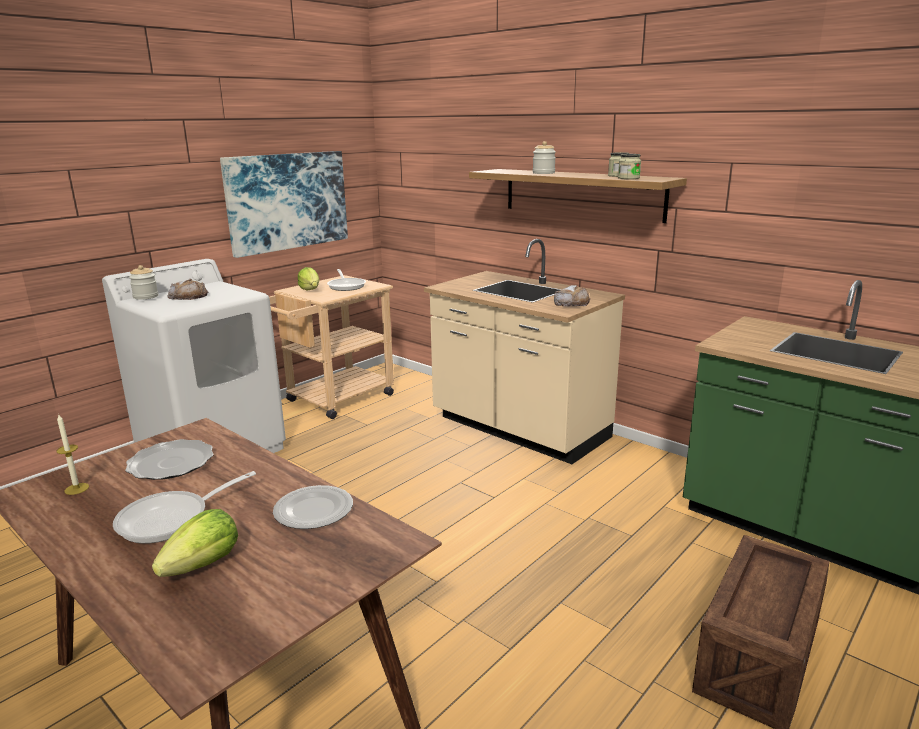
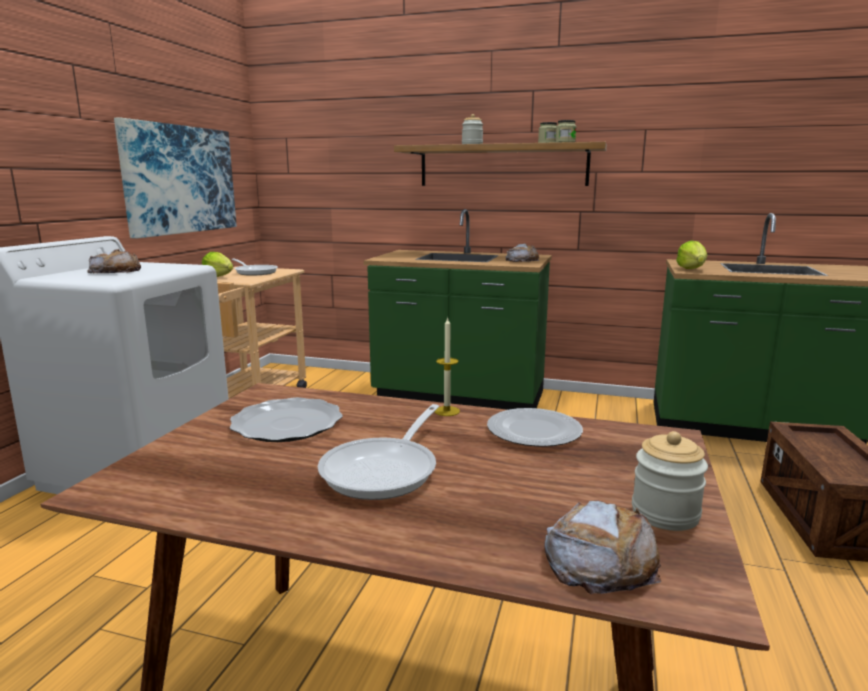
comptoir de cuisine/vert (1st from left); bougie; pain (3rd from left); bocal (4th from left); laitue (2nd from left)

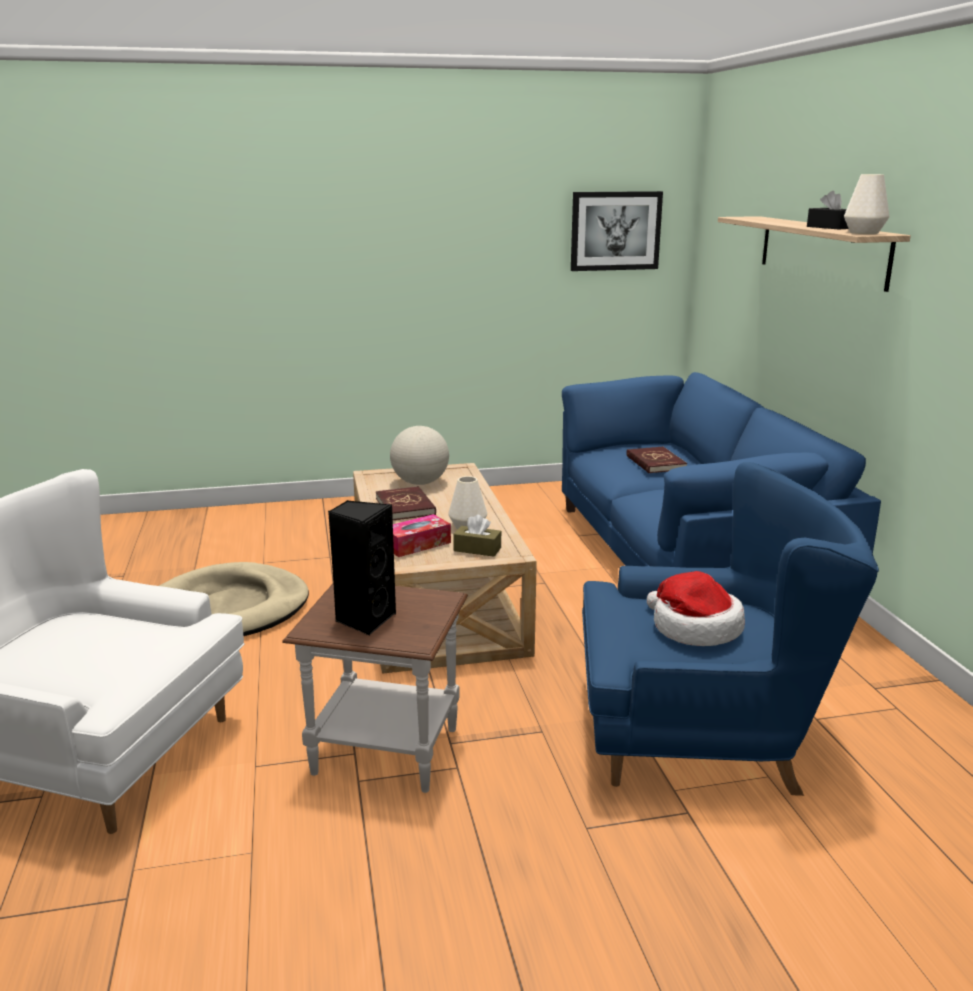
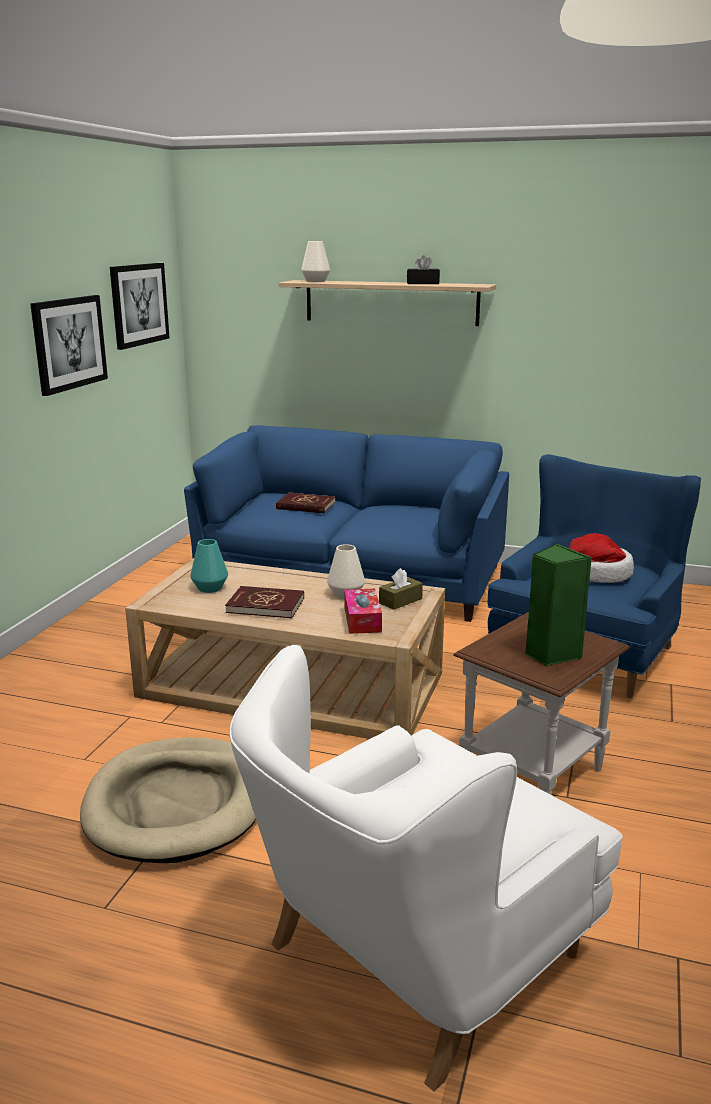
tableau (1st from left); vase/turquoise; vase/blanc (1st from left); enceinte/vert

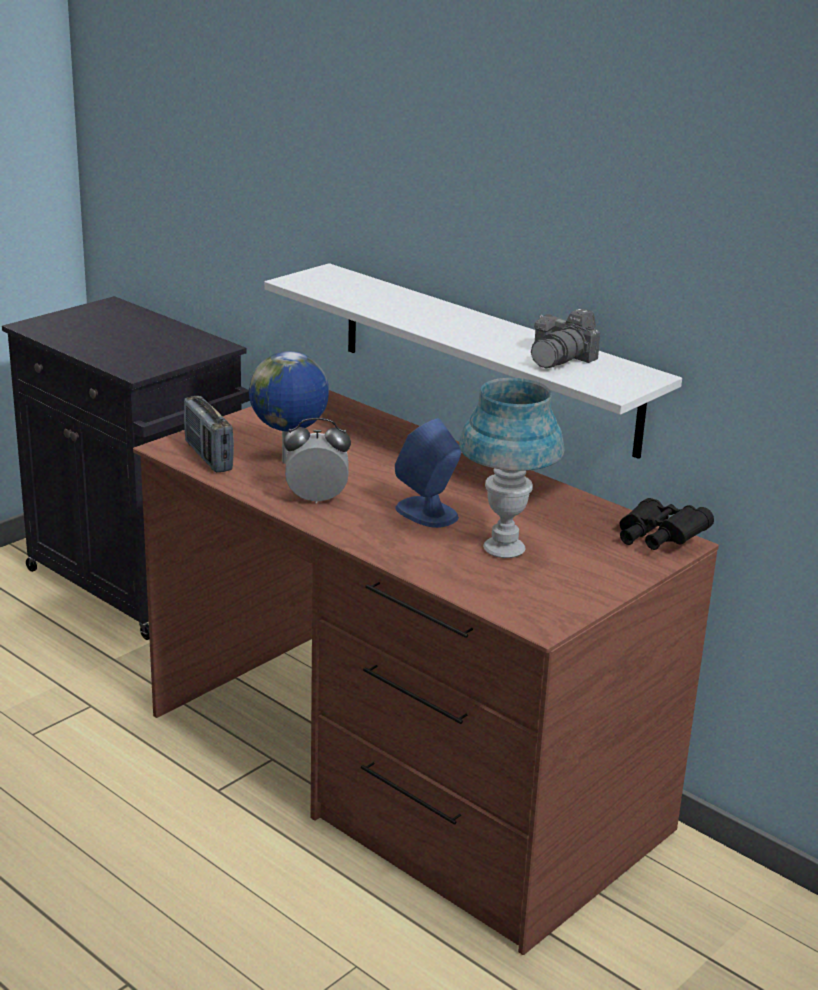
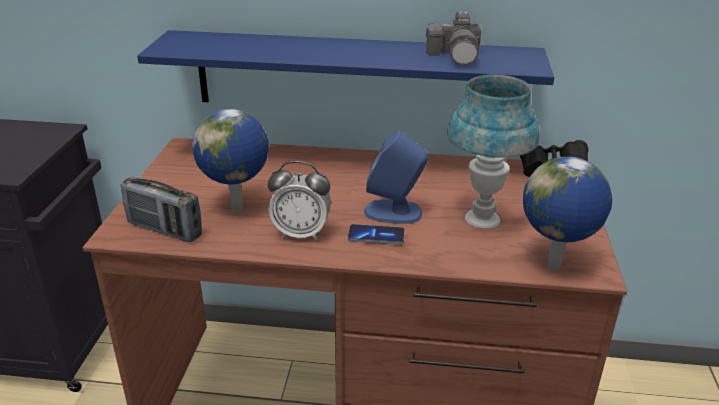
étagère/bleu; réveil; téléphone; globe (2nd from left)

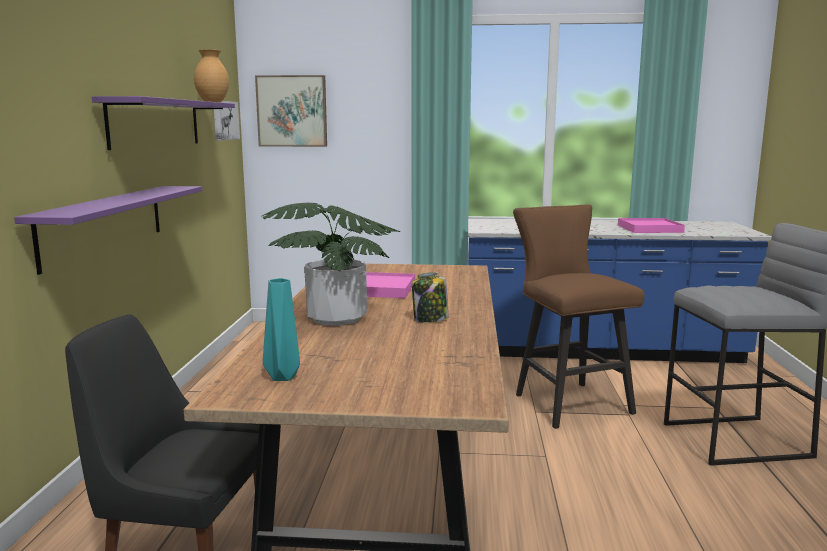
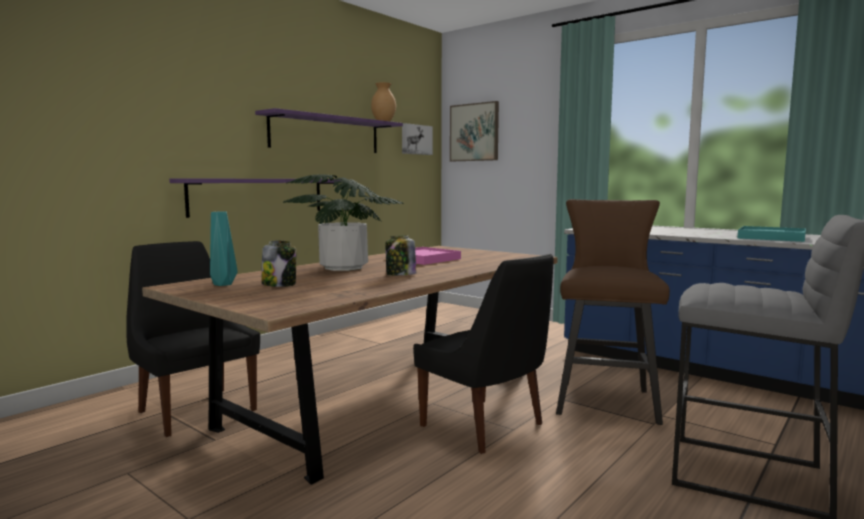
bocal (1st from left); chaise/noir (2nd from left); plateau/turquoise

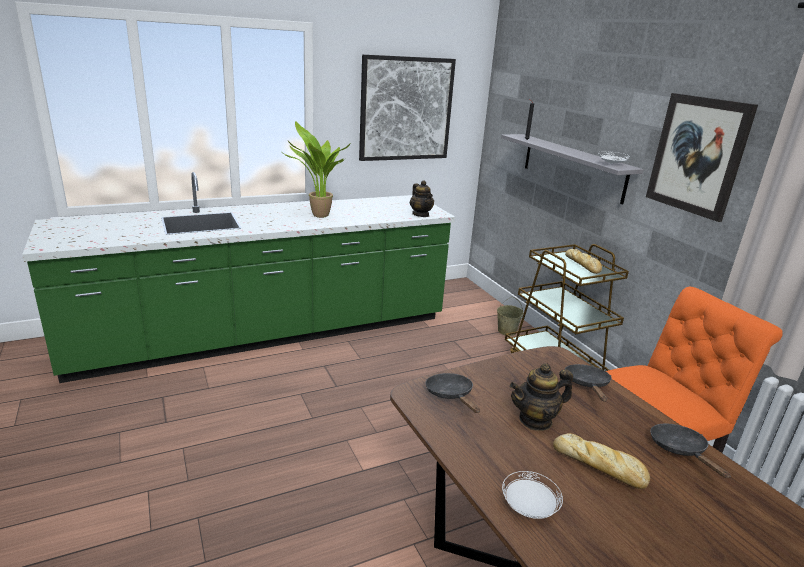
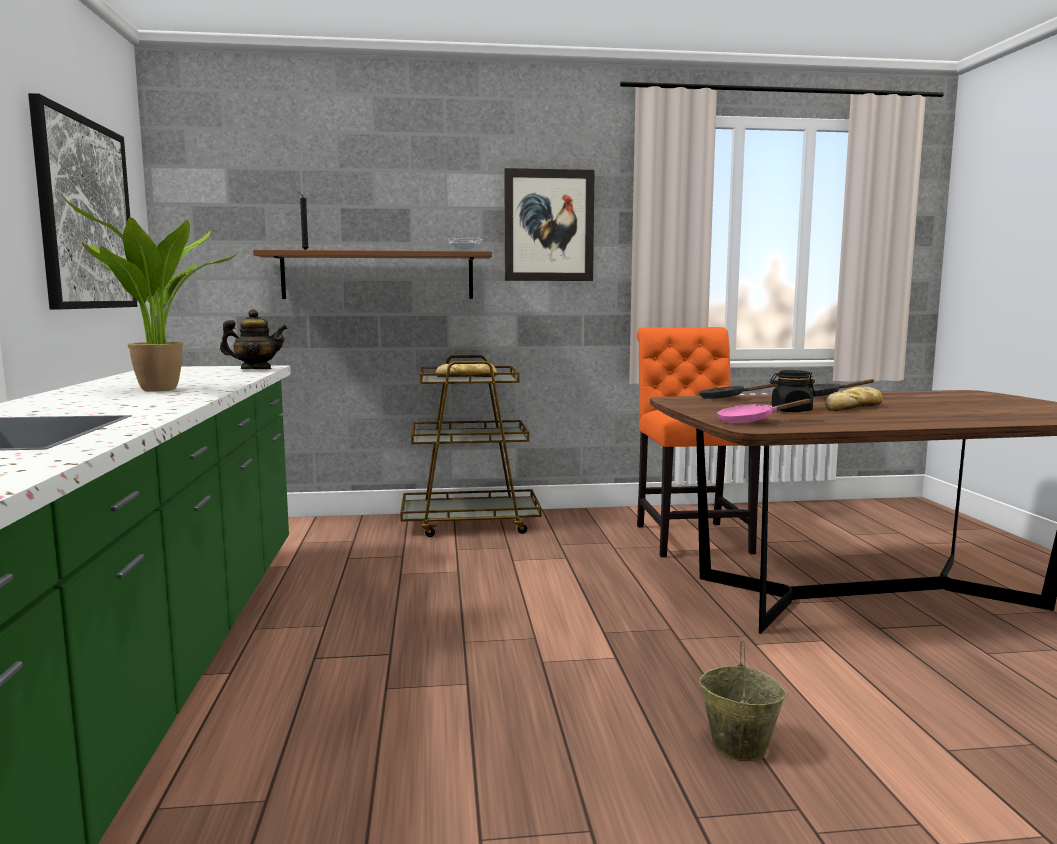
étagère/marron; seau/beige; poêle/rose; bocal/noir; assiette/blanc (1st from left in the first image)

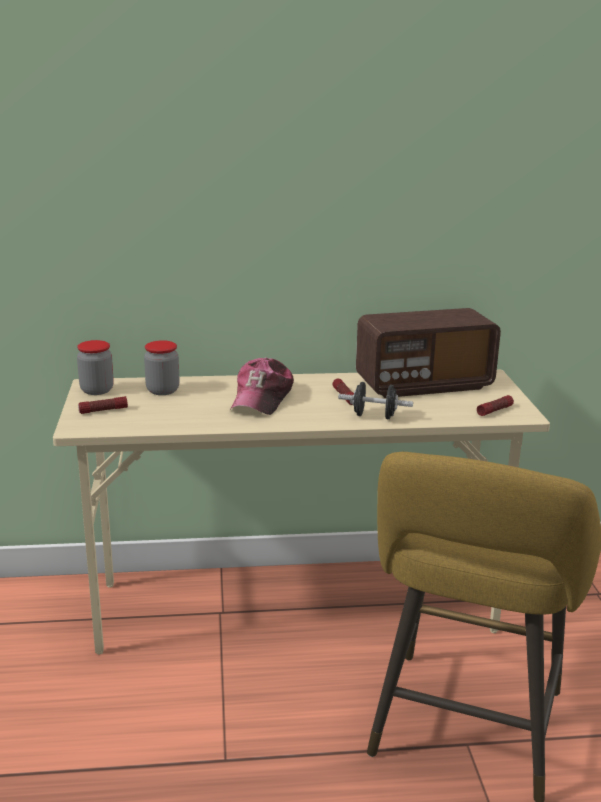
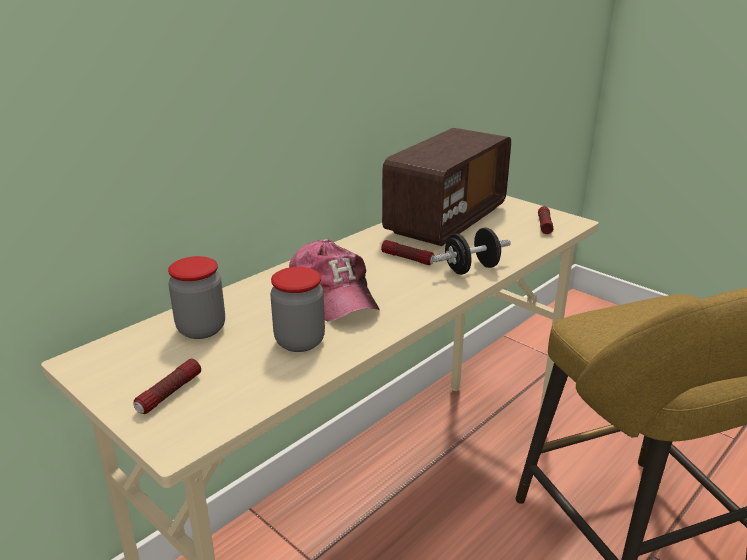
bocal (2nd from left)

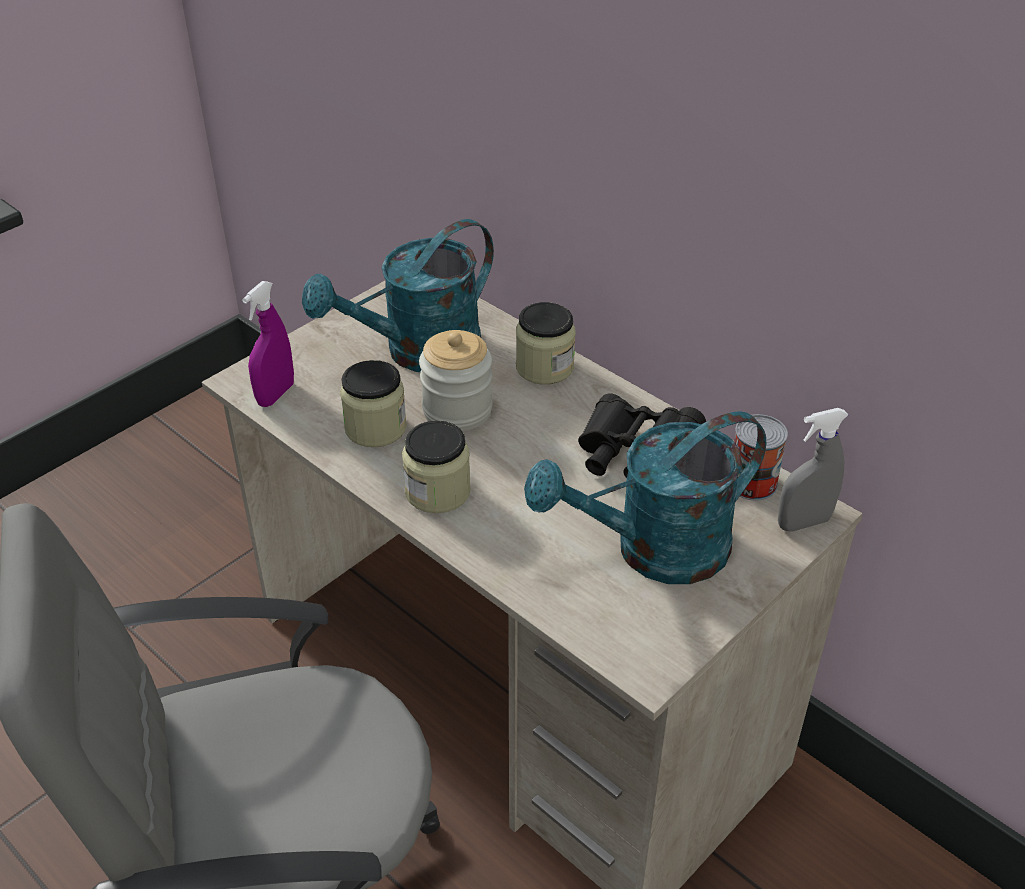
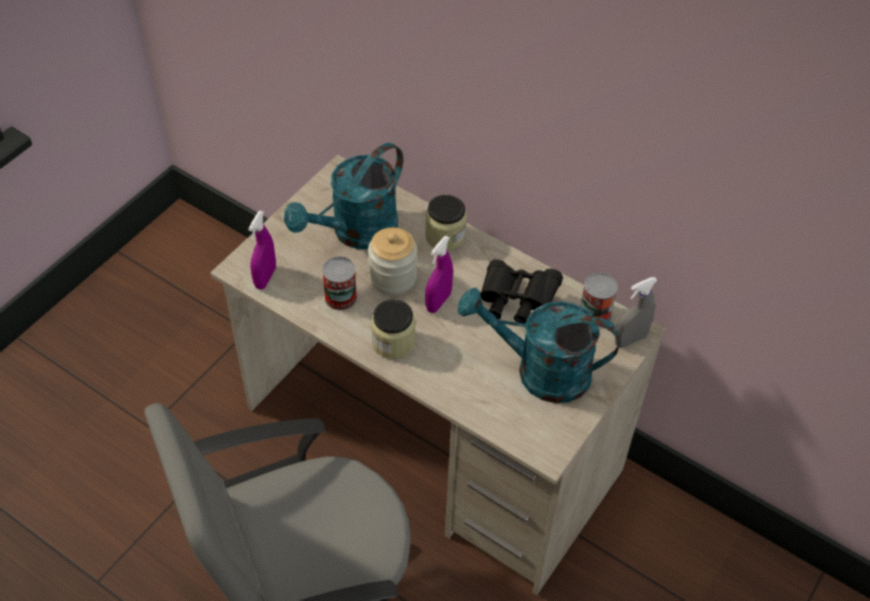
boîte métallique (1st from left); vaporisateur/violet (2nd from left); arrosoir/turquoise (2nd from left)

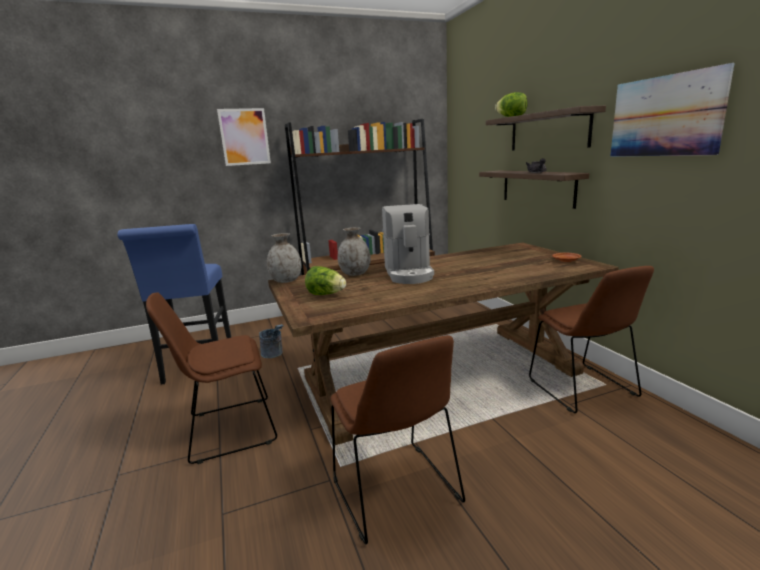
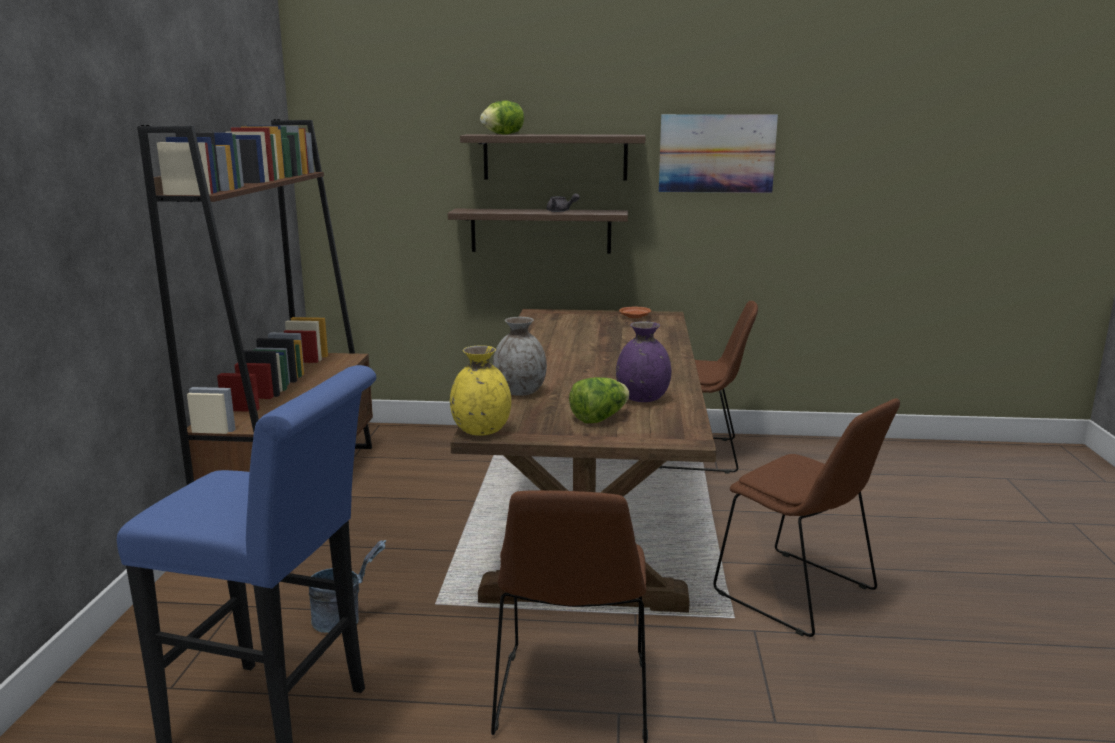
vase/jaune; vase/violet; chaise/marron (3rd from left); tableau (1st from left in the first image); machine à café

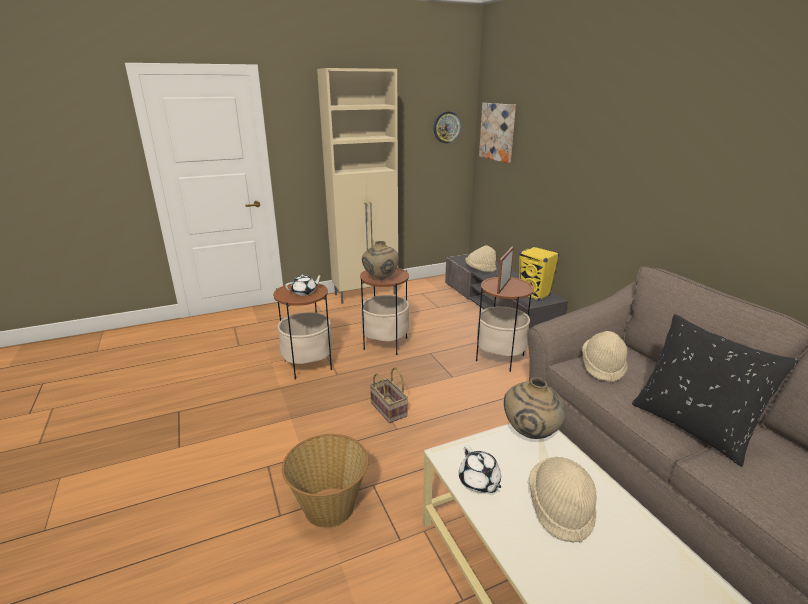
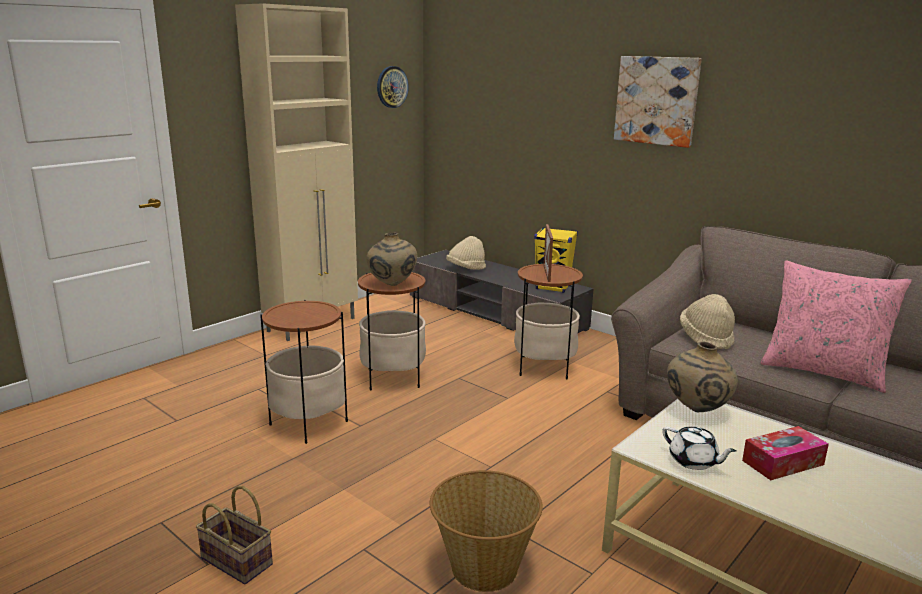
panier (1st from left); tableau; boîte à mouchoirs; coussin/rose; théière/blanc (1st from left in the first image)

